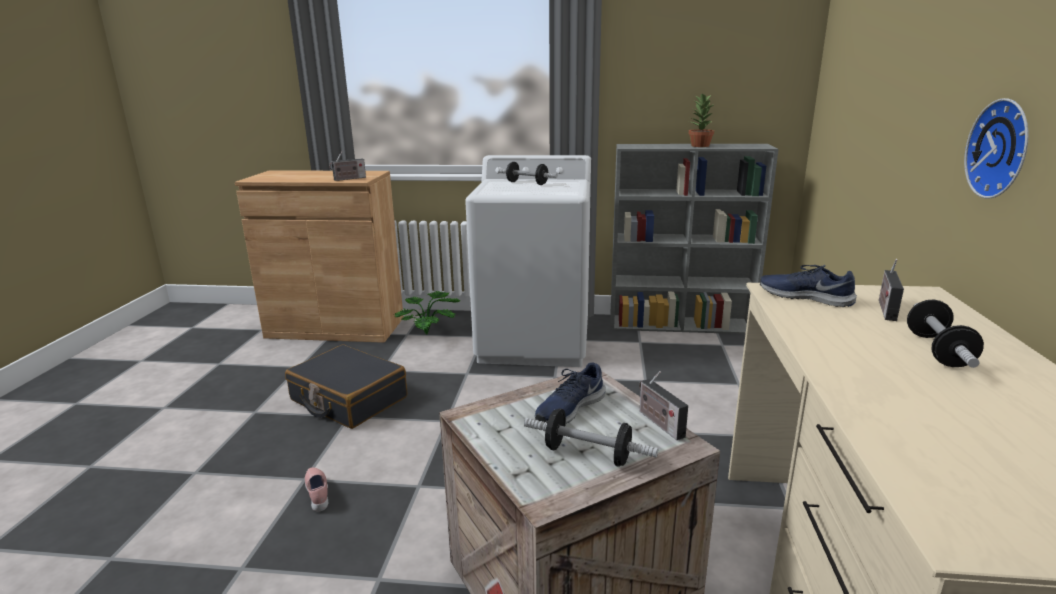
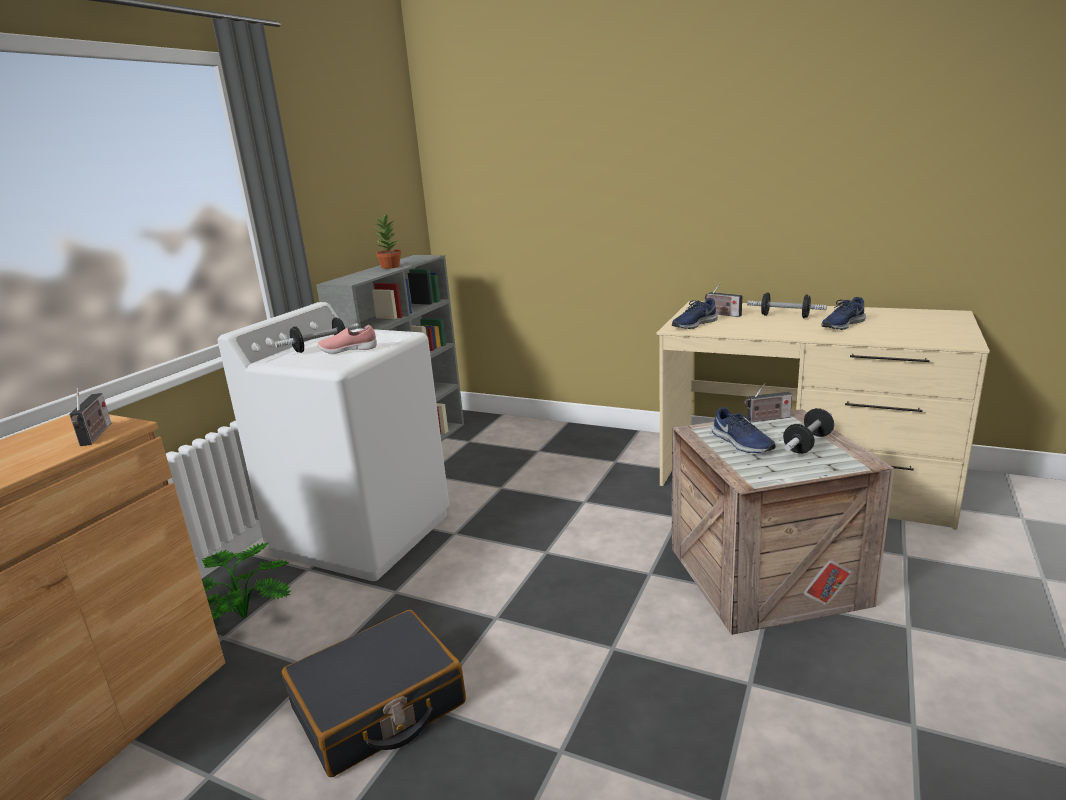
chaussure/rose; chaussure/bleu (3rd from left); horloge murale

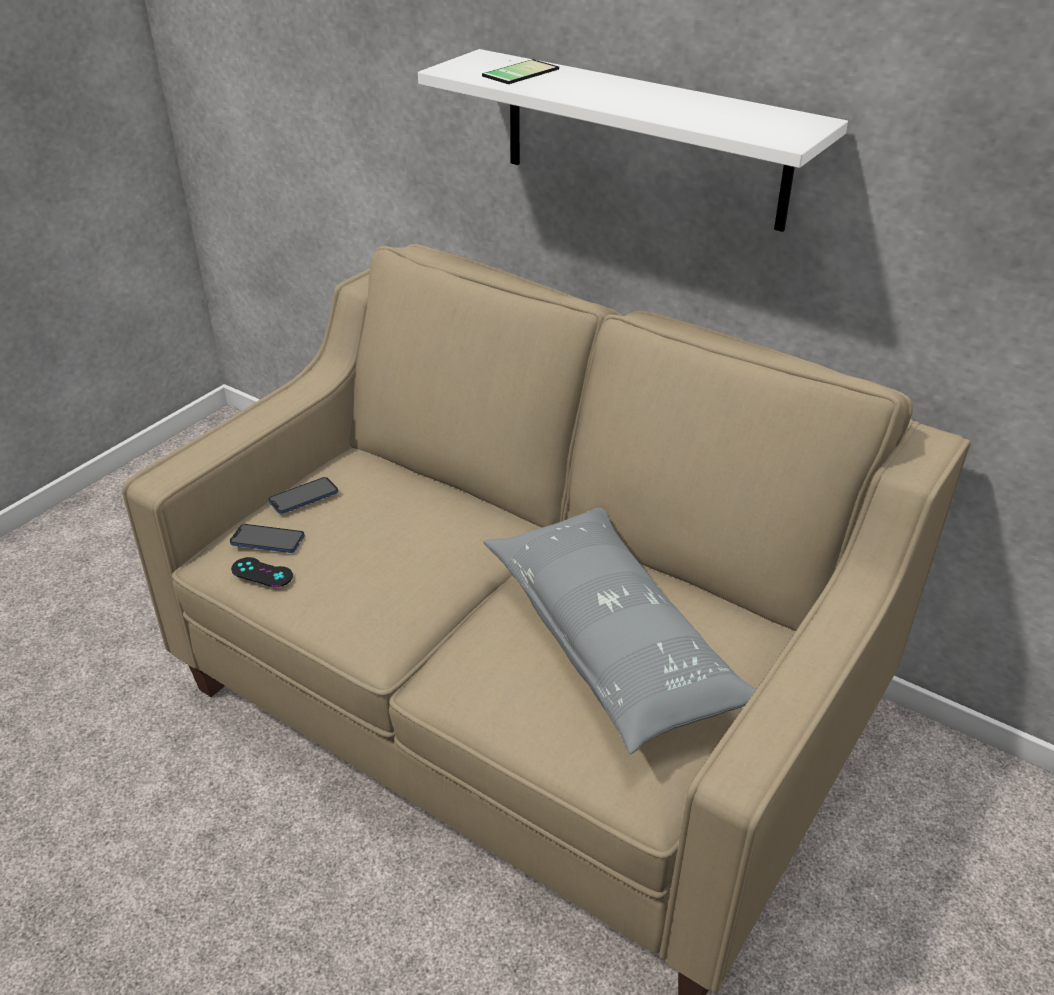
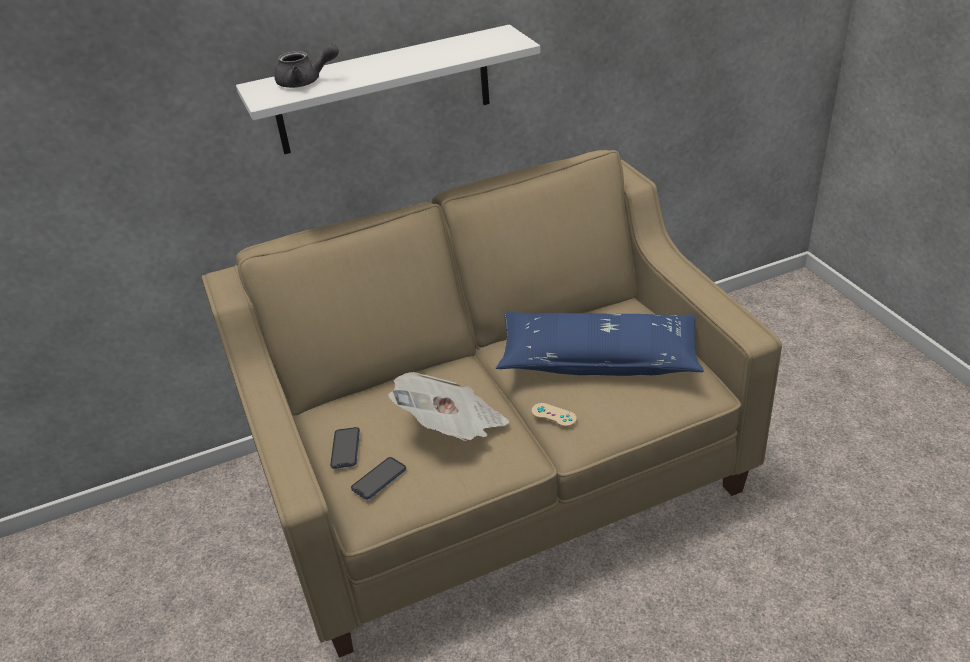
théière/gris; journal; coussin/bleu; manette/beige; manette/noir

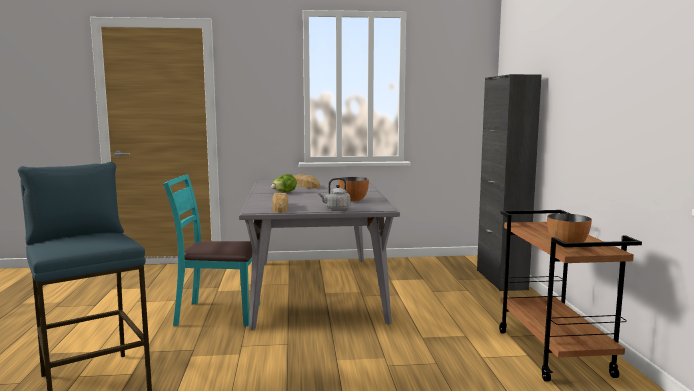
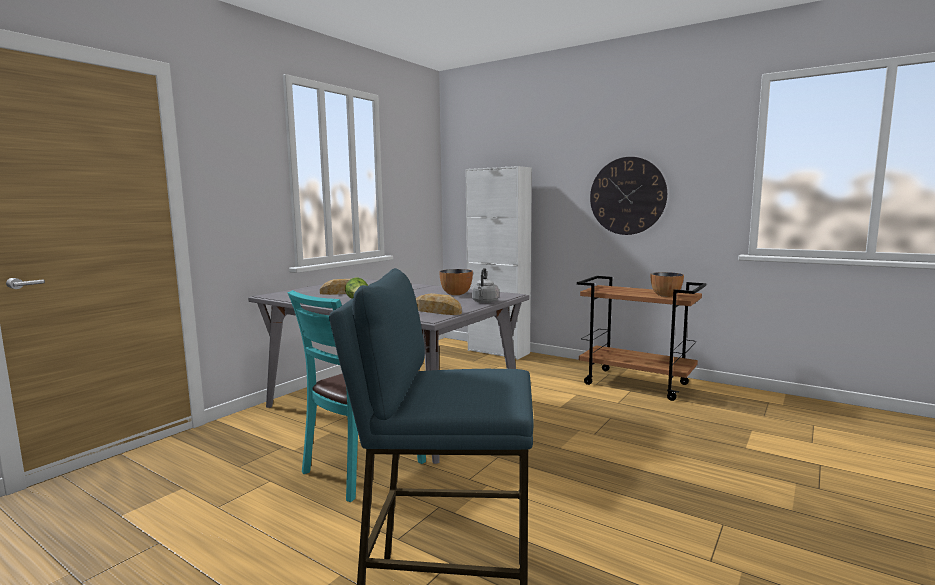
meuble de rangement/blanc; horloge murale

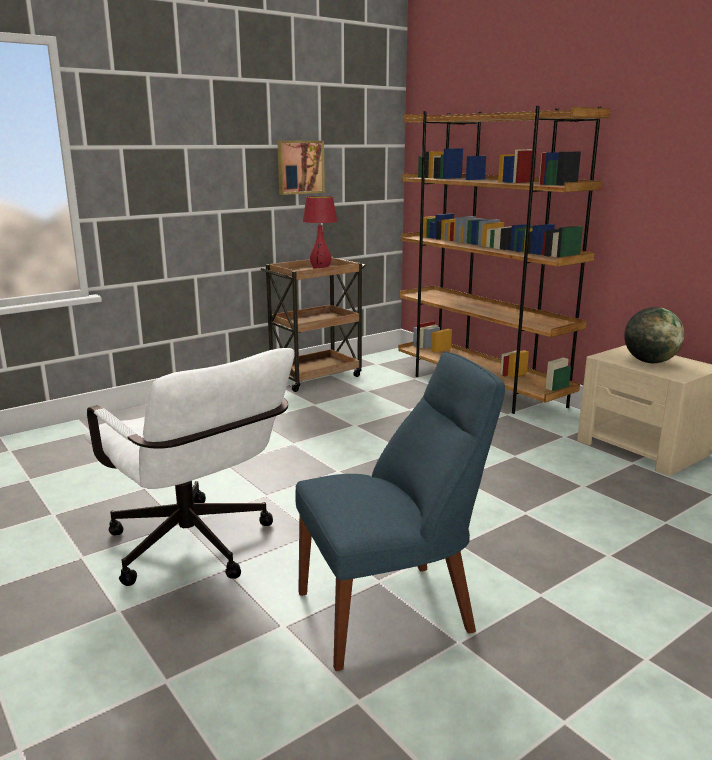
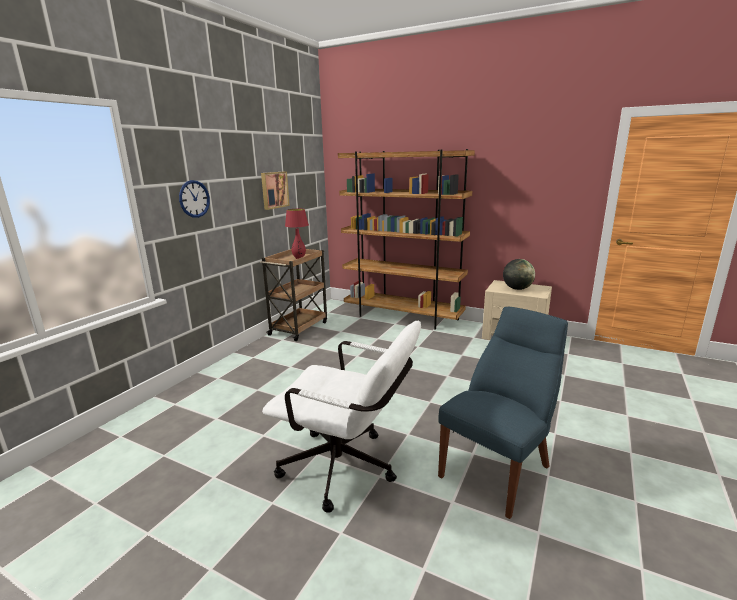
horloge murale

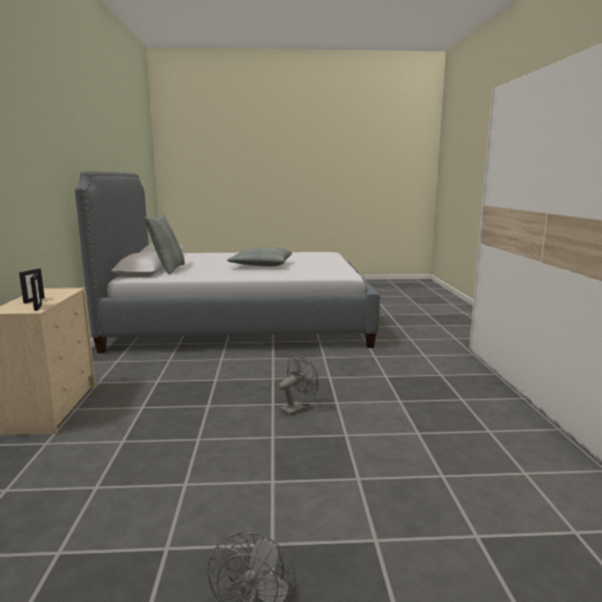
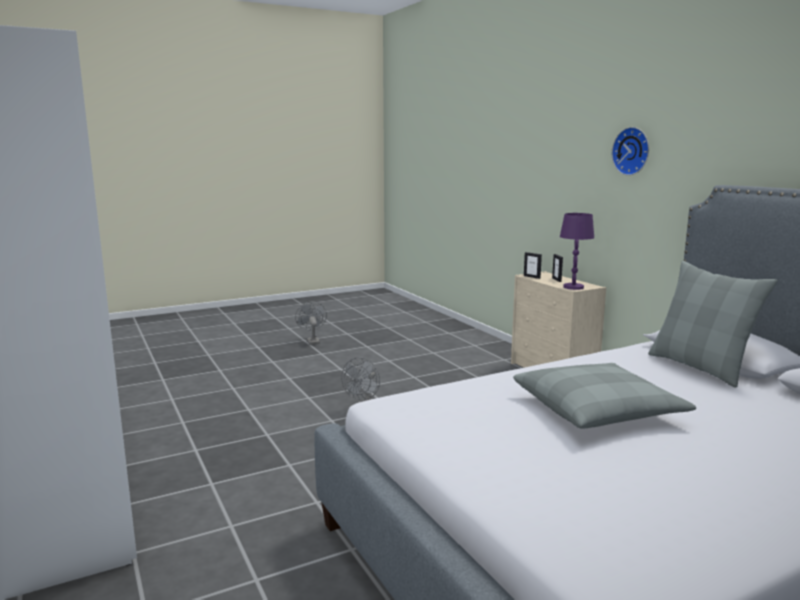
lampe de table/violet; horloge murale

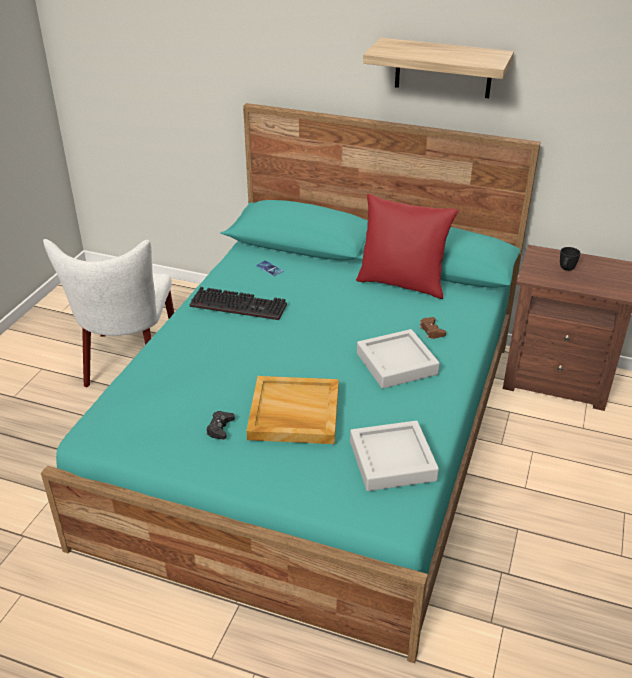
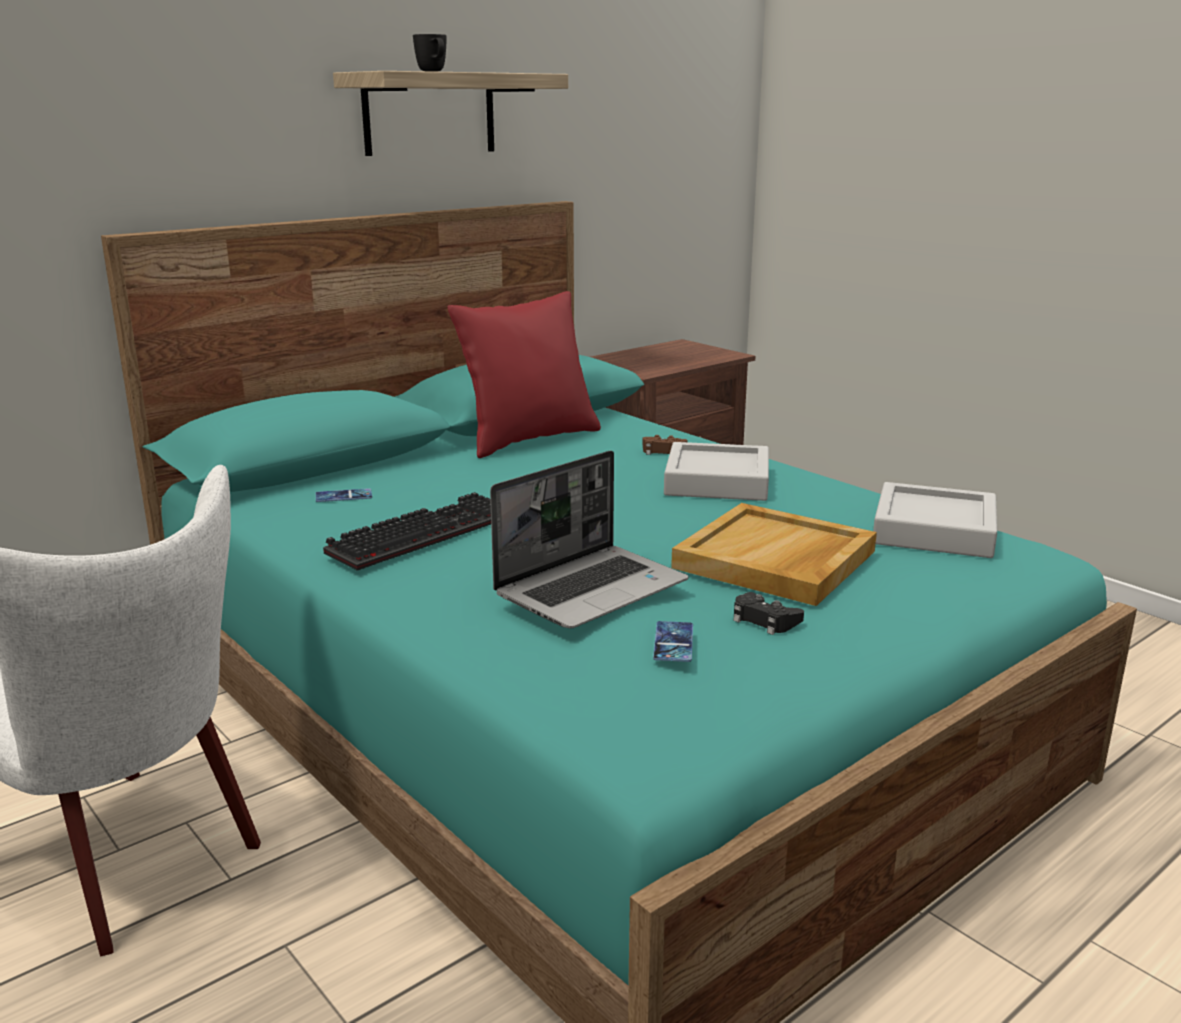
mug/noir; ordinateur portable; téléphone (2nd from left)

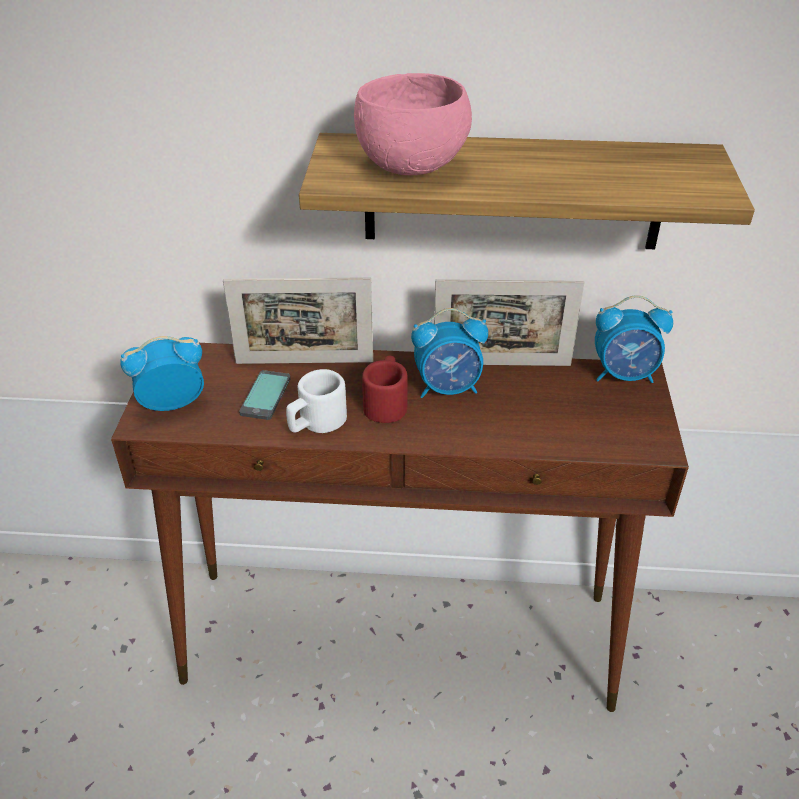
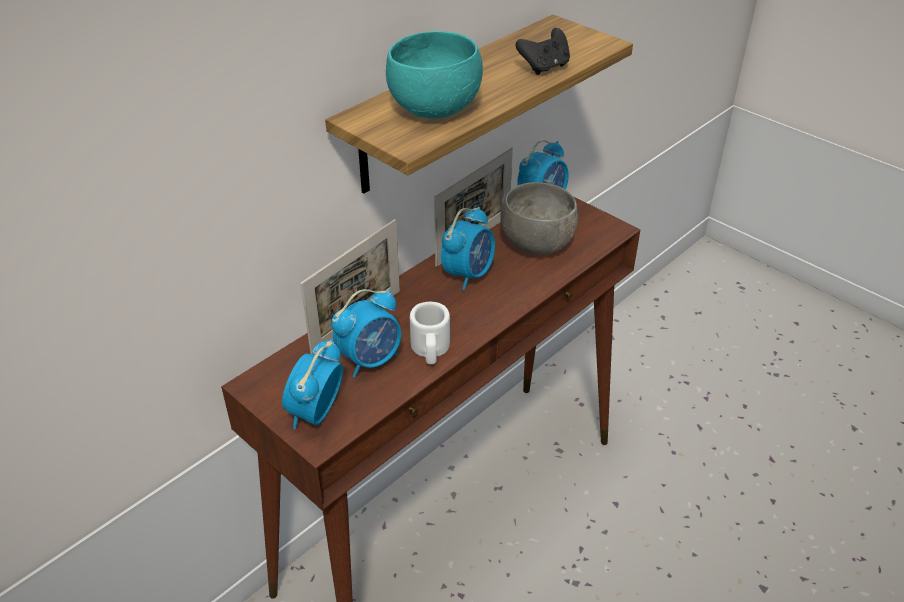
réveil (2nd from left); bol/turquoise; bol/gris; manette/noir; mug/rouge

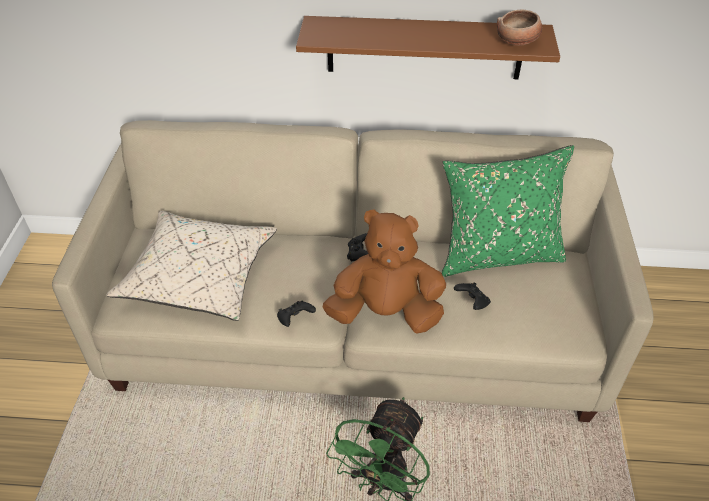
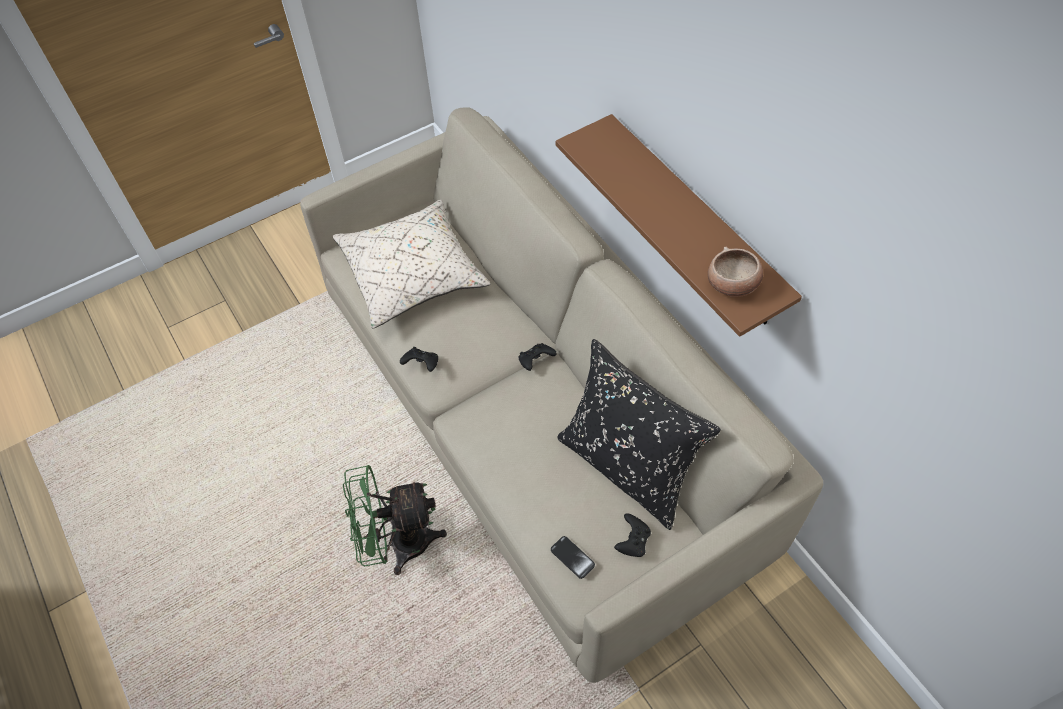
téléphone; coussin/noir; manette/noir (3rd from left); peluche/marron

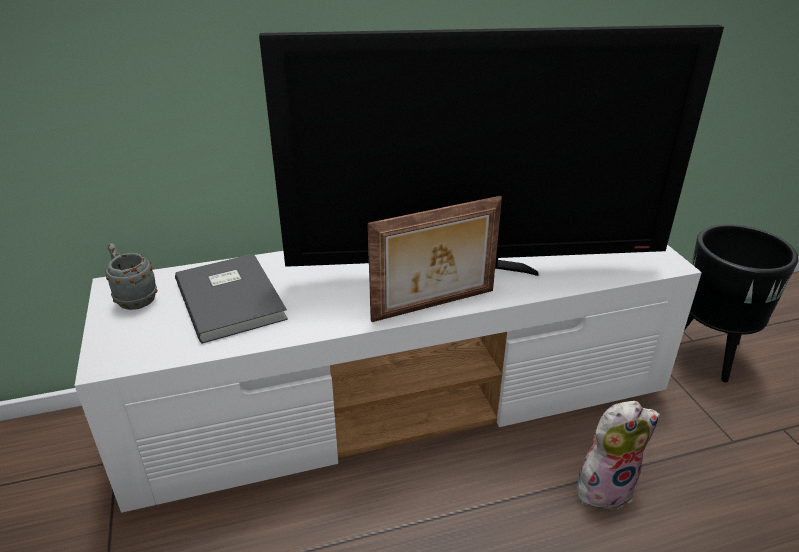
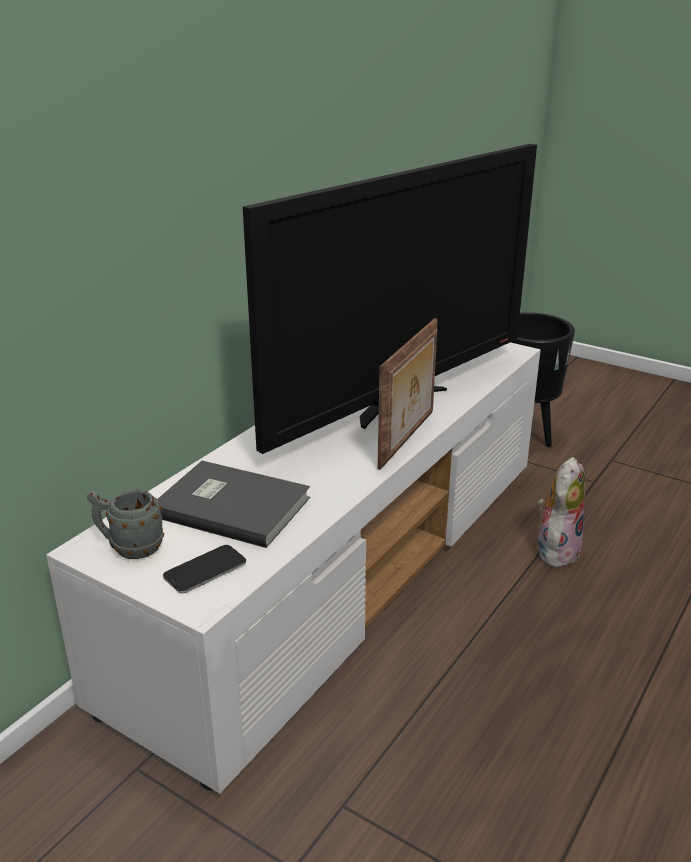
téléphone

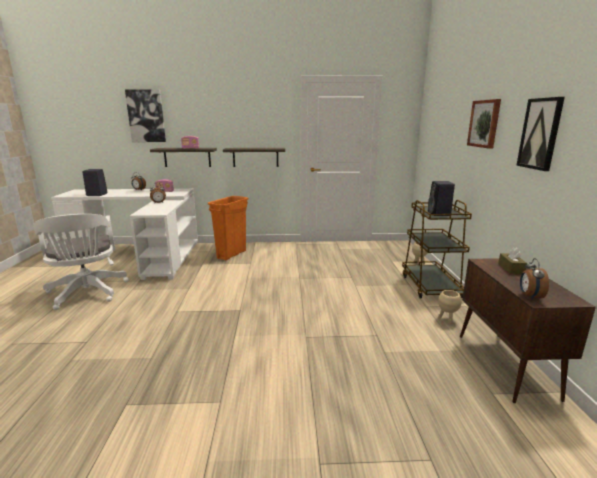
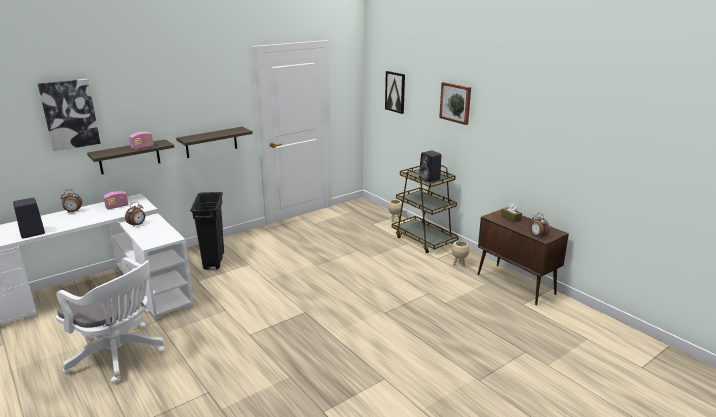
poubelle/noir; tableau (2nd from left)

